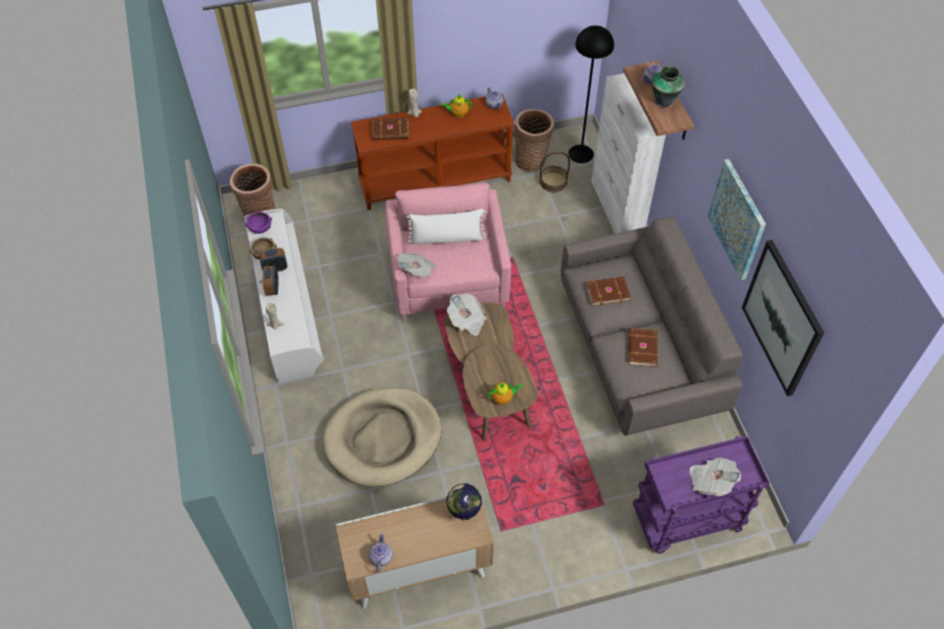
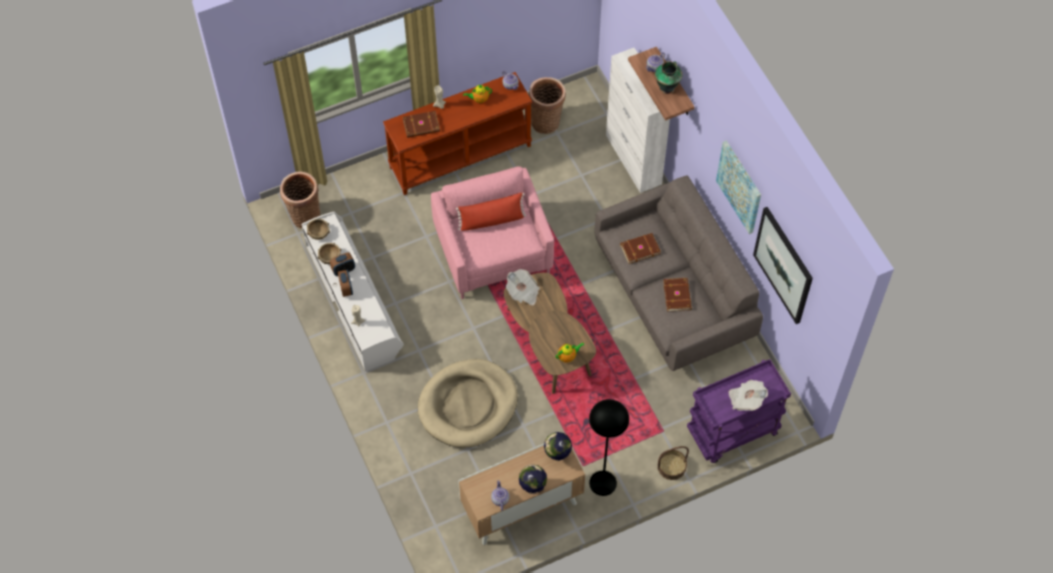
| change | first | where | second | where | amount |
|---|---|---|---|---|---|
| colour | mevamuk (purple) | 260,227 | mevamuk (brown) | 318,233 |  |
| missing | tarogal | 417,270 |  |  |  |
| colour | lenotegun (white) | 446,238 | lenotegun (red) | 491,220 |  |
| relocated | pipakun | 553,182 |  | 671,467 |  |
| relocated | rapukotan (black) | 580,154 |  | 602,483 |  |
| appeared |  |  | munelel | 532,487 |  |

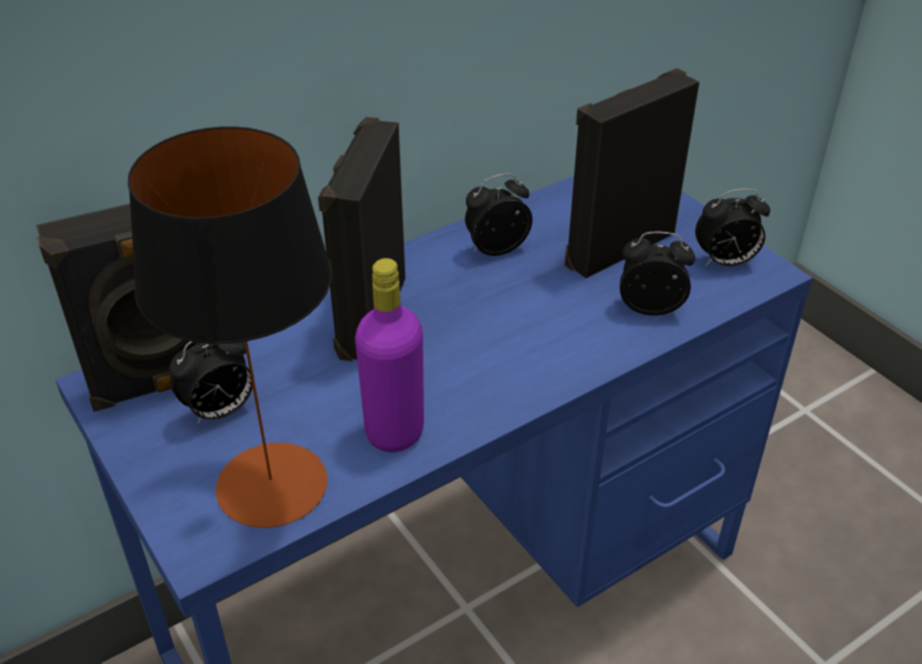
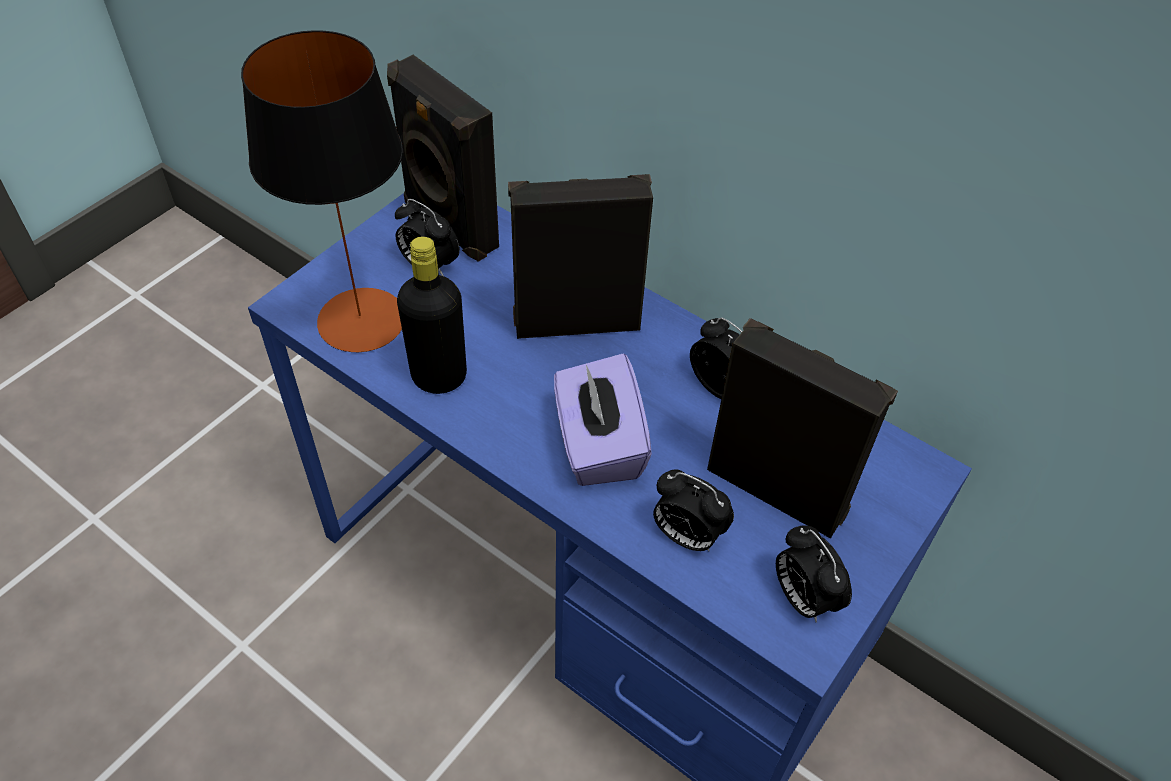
| change | first | where | second | where | amount |
|---|---|---|---|---|---|
| colour | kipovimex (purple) | 394,432 | kipovimex (black) | 439,377 |  |
| spun | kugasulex | 650,307 |  | 686,535 | 135 degrees clockwise |
| appeared |  |  | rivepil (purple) | 598,445 |  |

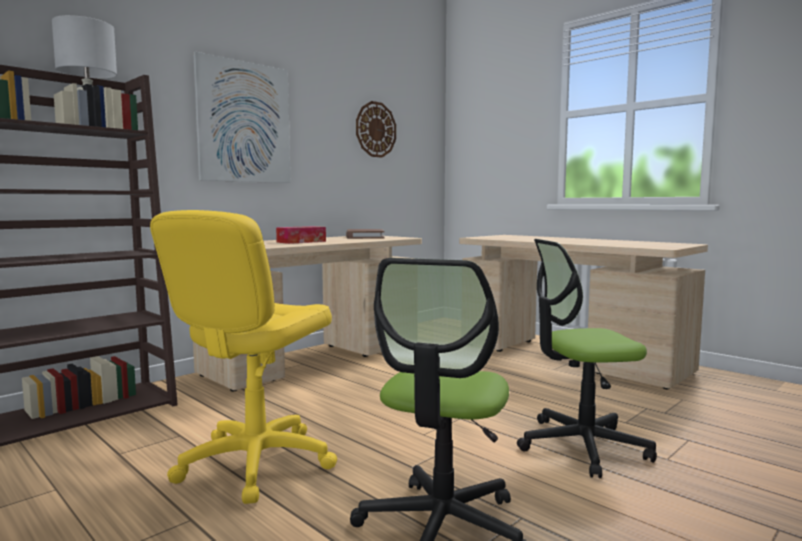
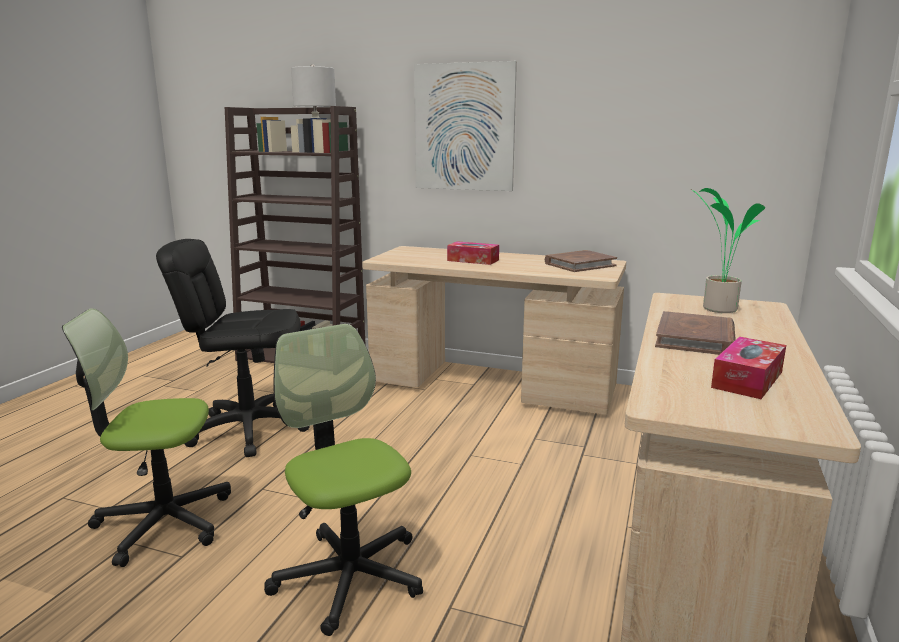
| change | first | where | second | where | amount |
|---|---|---|---|---|---|
| colour | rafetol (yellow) | 255,463 | rafetol (black) | 248,429 |  |
| missing | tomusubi | 375,129 |  |  |  |
| appeared |  |  | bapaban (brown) | 695,338 |  |
| appeared |  |  | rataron | 717,309 |  |
| appeared |  |  | rivepil | 747,379 |  |

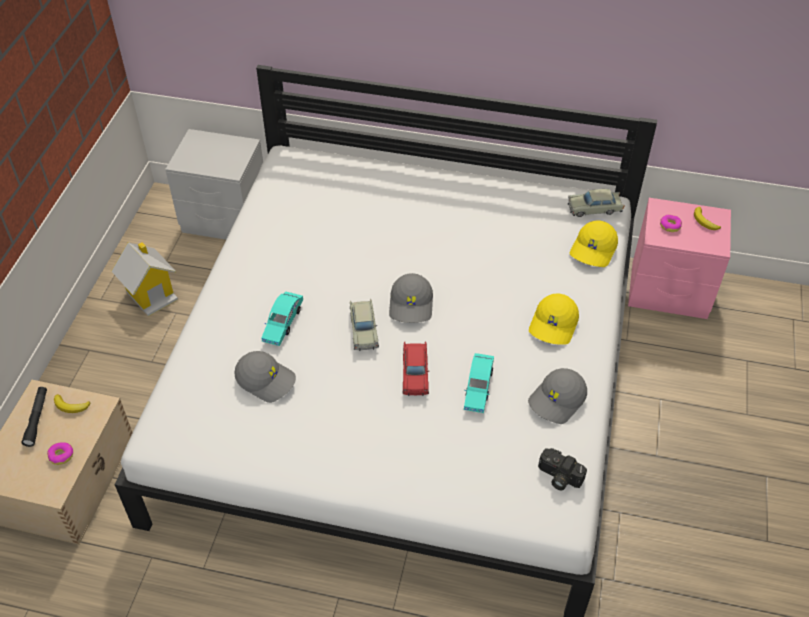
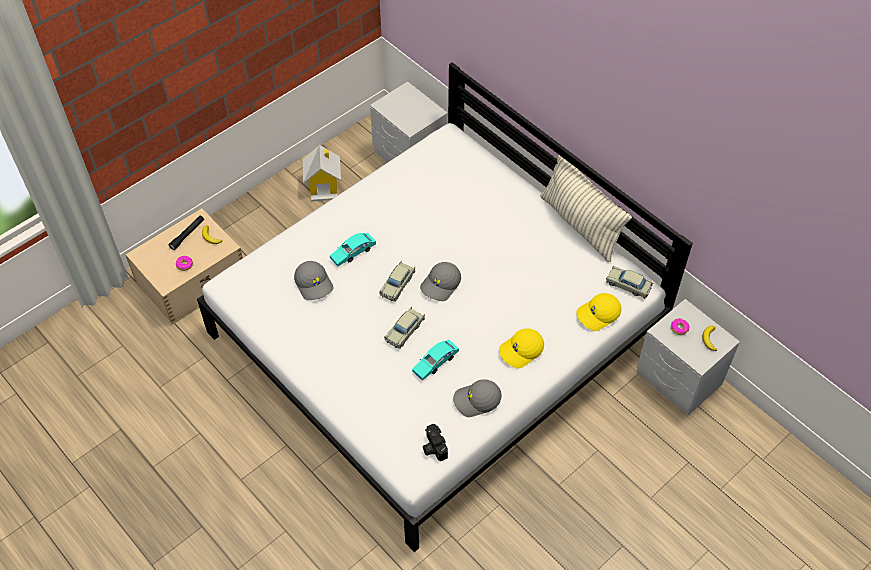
| change | first | where | second | where | amount |
|---|---|---|---|---|---|
| colour | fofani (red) | 415,373 | fofani (beige) | 405,331 |  |
| colour | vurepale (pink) | 668,291 | vurepale (grey) | 678,379 |  |
| appeared |  |  | lenotegun | 580,225 |  |

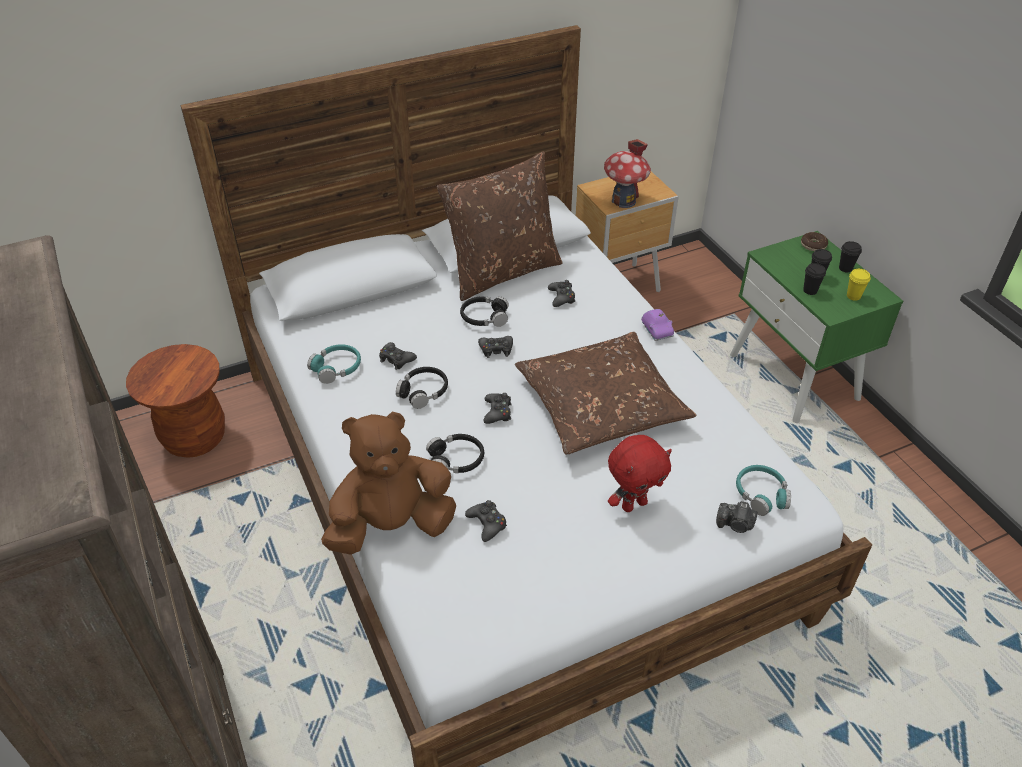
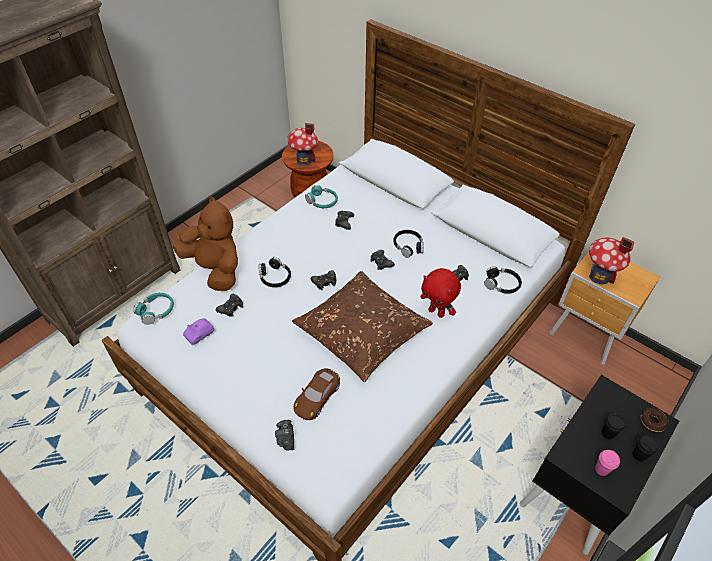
| change | first | where | second | where | amount |
|---|---|---|---|---|---|
| relocated | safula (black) | 423,392 |  | 502,284 |  |
| missing | lenotegun (brown) | 502,271 |  |  |  |
| relocated | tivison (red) | 633,504 |  | 437,312 |  |
| relocated | fofani (purple) | 657,330 |  | 200,335 |  |
| colour | vurepale (green) | 794,377 | vurepale (black) | 575,491 |  |
| relocated | safula (turquoise) | 761,494 |  | 156,311 |  |
| missing | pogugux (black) | 810,290 |  |  |  |
| colour | pogugux (yellow) | 853,296 | pogugux (pink) | 601,469 |  |
| appeared |  |  | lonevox | 304,160 |  |
| appeared |  |  | fofani (brown) | 317,396 |  |

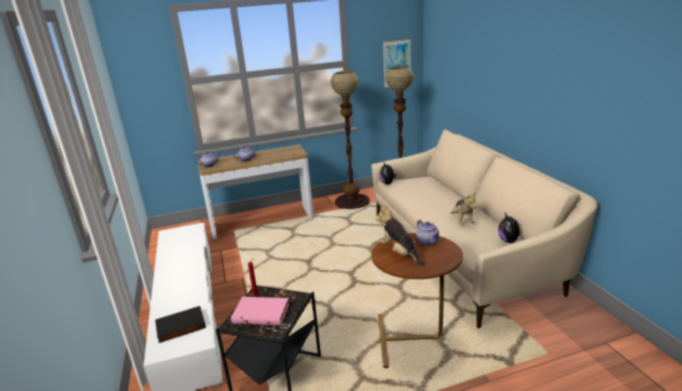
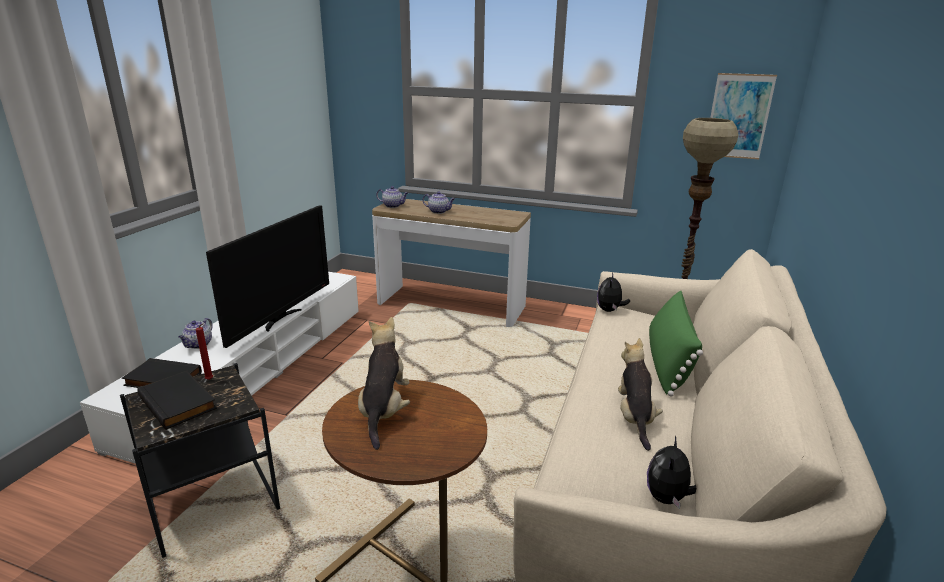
| change | first | where | second | where | amount |
|---|---|---|---|---|---|
| colour | bapaban (pink) | 262,313 | bapaban (black) | 180,402 |  |
| missing | rapukotan | 352,202 |  |  |  |
| relocated | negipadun | 427,242 |  | 198,345 |  |
| spun | tivison | 462,220 |  | 634,417 | 150 degrees clockwise |
| appeared |  |  | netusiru | 280,319 |  |
| appeared |  |  | lenotegun (green) | 668,362 |  |

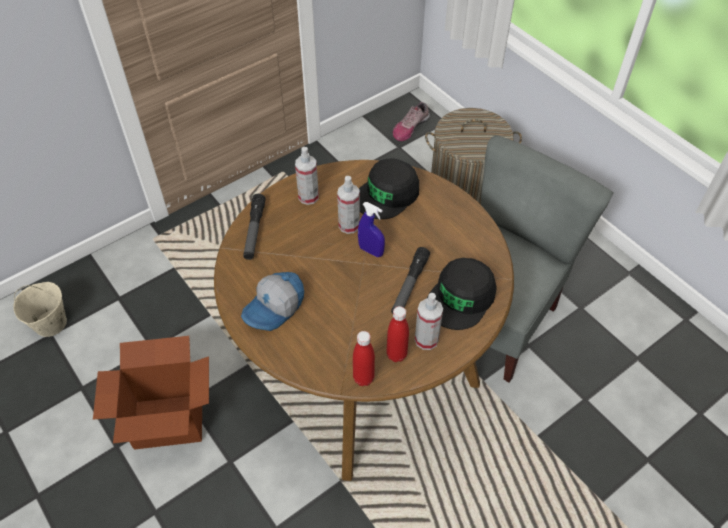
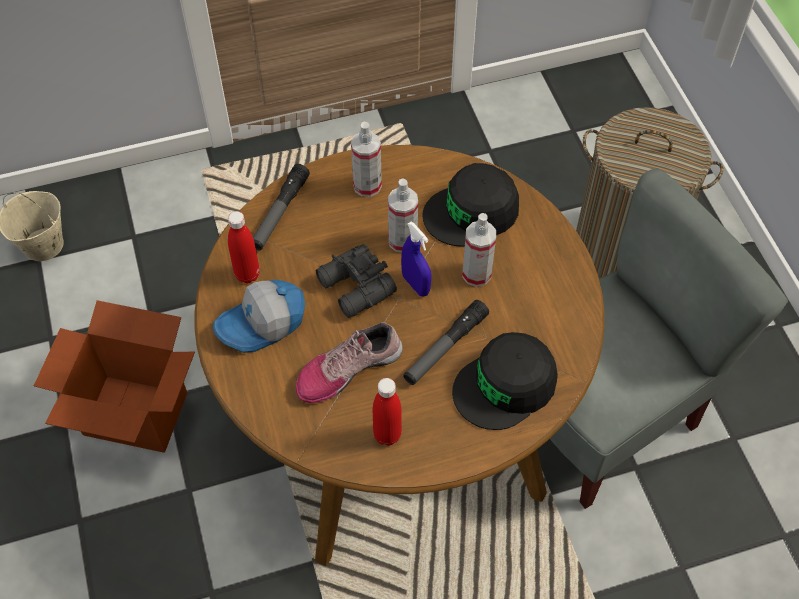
| change | first | where | second | where | amount |
|---|---|---|---|---|---|
| relocated | kipovimex (red) | 363,378 |  | 247,274 |  |
| relocated | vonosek | 410,127 |  | 348,368 |  |
| relocated | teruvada | 426,340 |  | 476,274 |  |
| appeared |  |  | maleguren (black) | 355,289 |  |

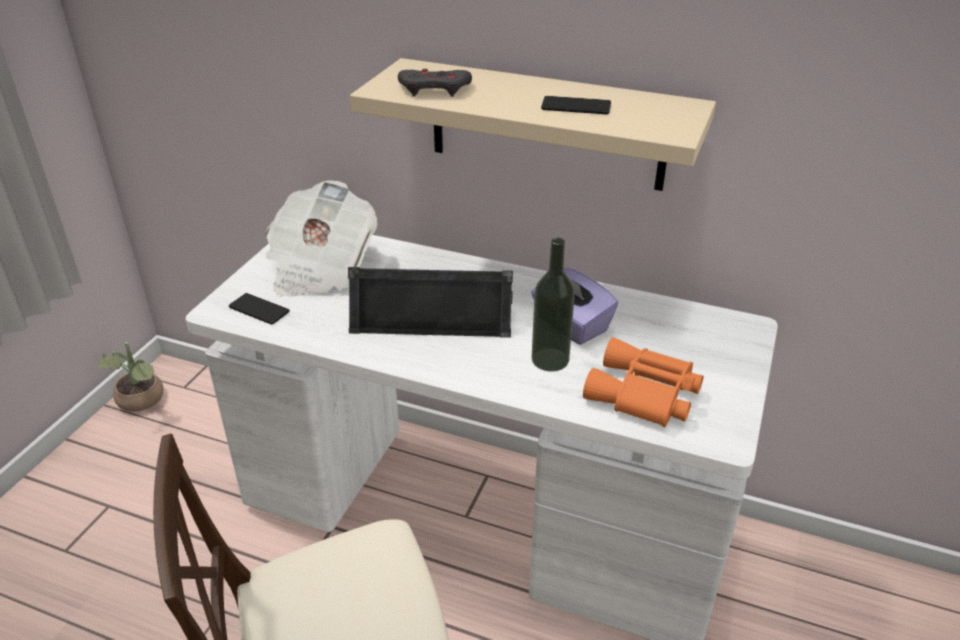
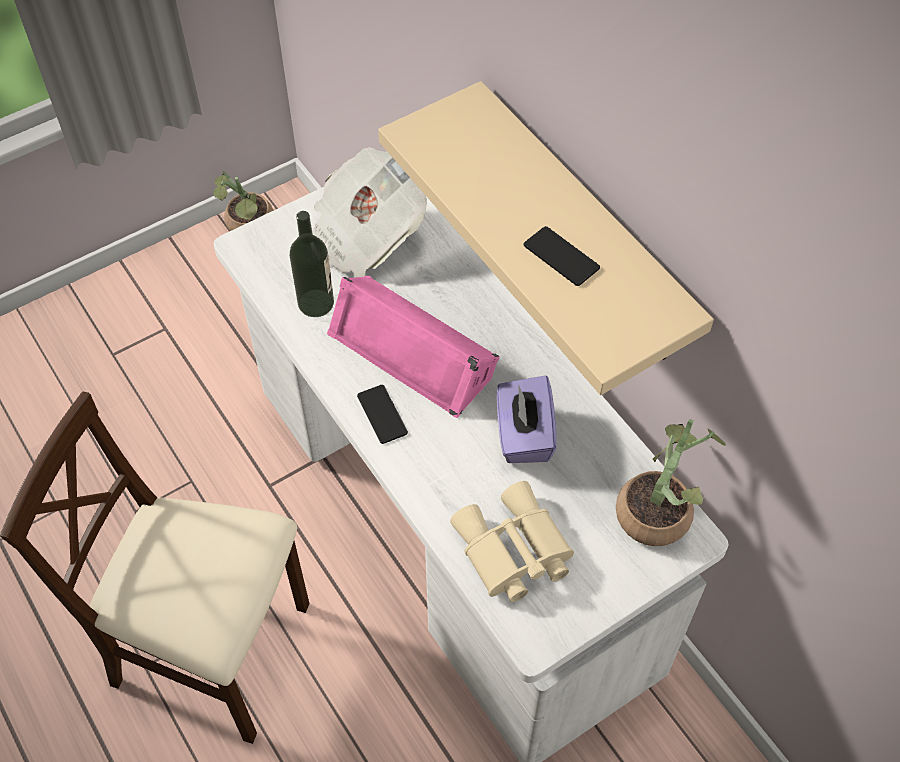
| change | first | where | second | where | amount |
|---|---|---|---|---|---|
| relocated | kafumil | 259,309 |  | 382,414 |  |
| colour | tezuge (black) | 432,314 | tezuge (pink) | 413,350 |  |
| missing | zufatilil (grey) | 434,89 |  |  |  |
| relocated | kipovimex | 550,359 |  | 316,303 |  |
| colour | maleguren (orange) | 644,395 | maleguren (beige) | 512,552 |  |
| appeared |  |  | rataron | 659,509 |  |

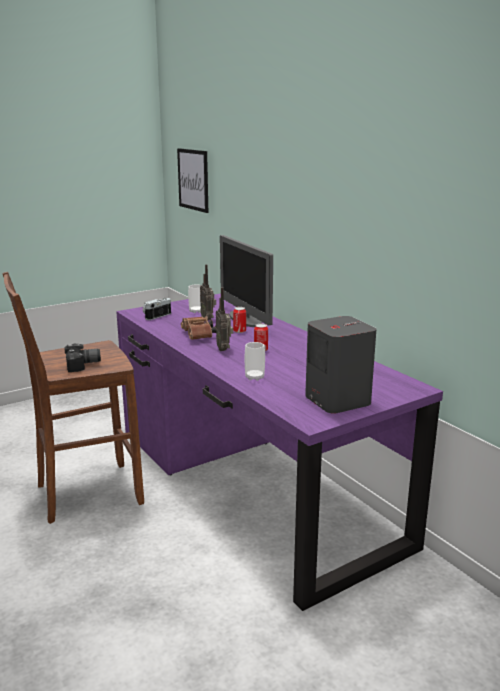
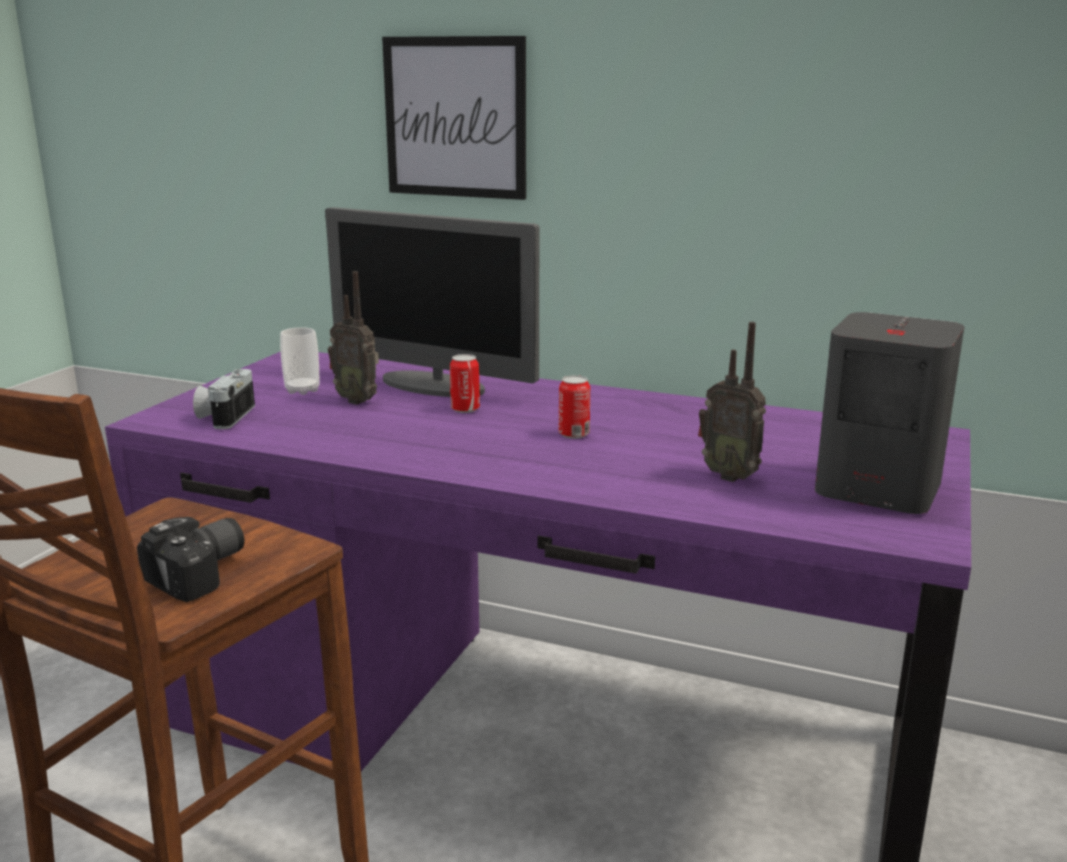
| change | first | where | second | where | amount |
|---|---|---|---|---|---|
| relocated | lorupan | 193,179 |  | 455,118 |  |
| missing | maleguren (brown) | 199,336 |  |  |  |
| relocated | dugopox | 224,349 |  | 730,475 |  |
| missing | pogugux | 254,377 |  |  |  |

